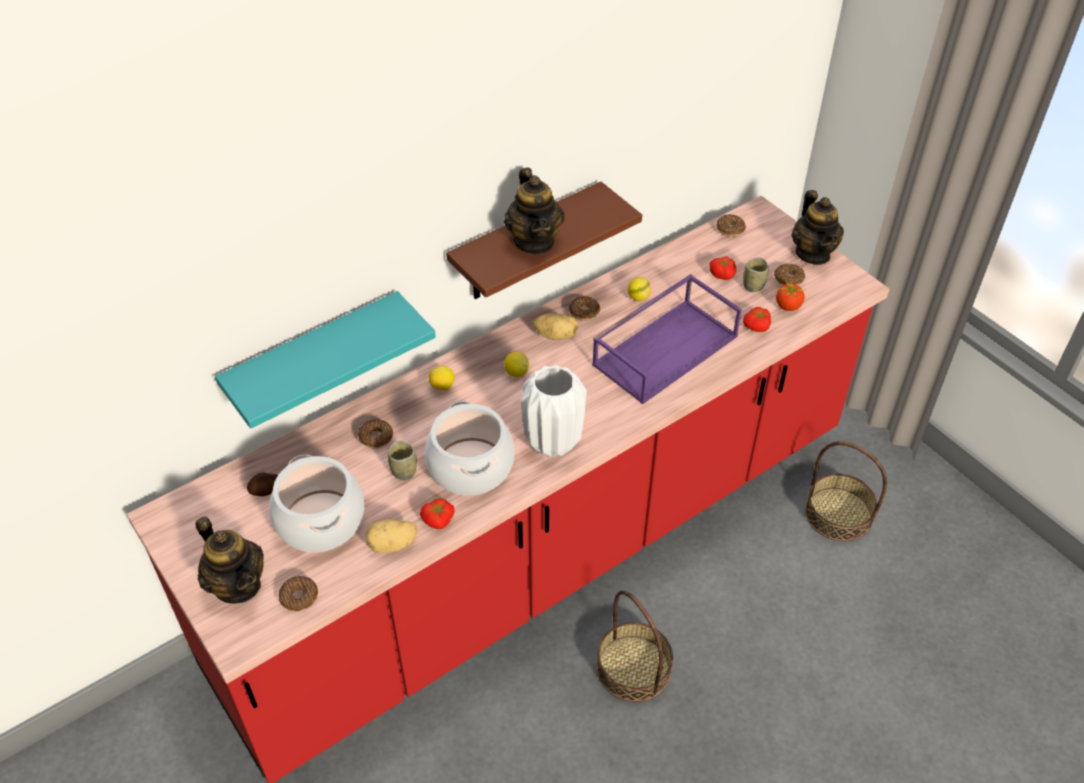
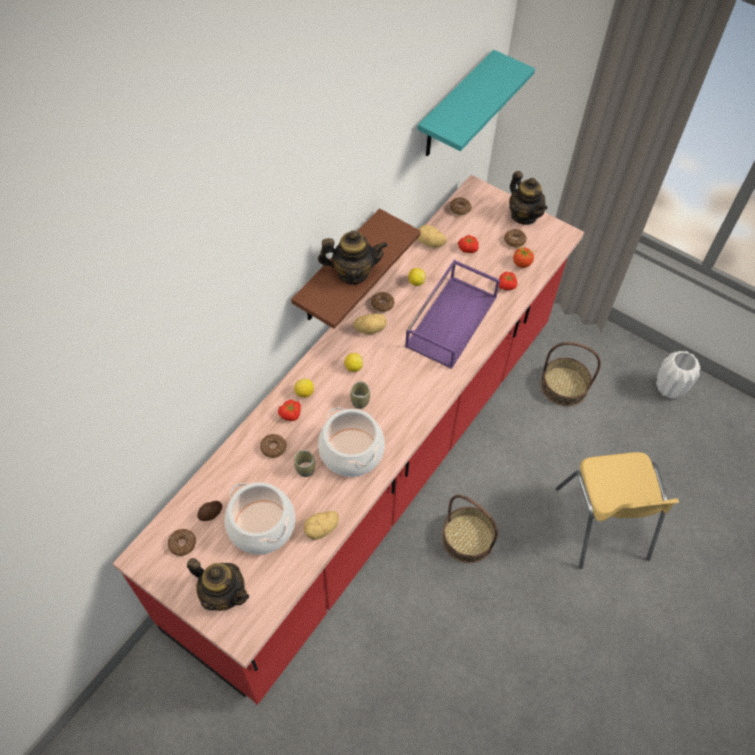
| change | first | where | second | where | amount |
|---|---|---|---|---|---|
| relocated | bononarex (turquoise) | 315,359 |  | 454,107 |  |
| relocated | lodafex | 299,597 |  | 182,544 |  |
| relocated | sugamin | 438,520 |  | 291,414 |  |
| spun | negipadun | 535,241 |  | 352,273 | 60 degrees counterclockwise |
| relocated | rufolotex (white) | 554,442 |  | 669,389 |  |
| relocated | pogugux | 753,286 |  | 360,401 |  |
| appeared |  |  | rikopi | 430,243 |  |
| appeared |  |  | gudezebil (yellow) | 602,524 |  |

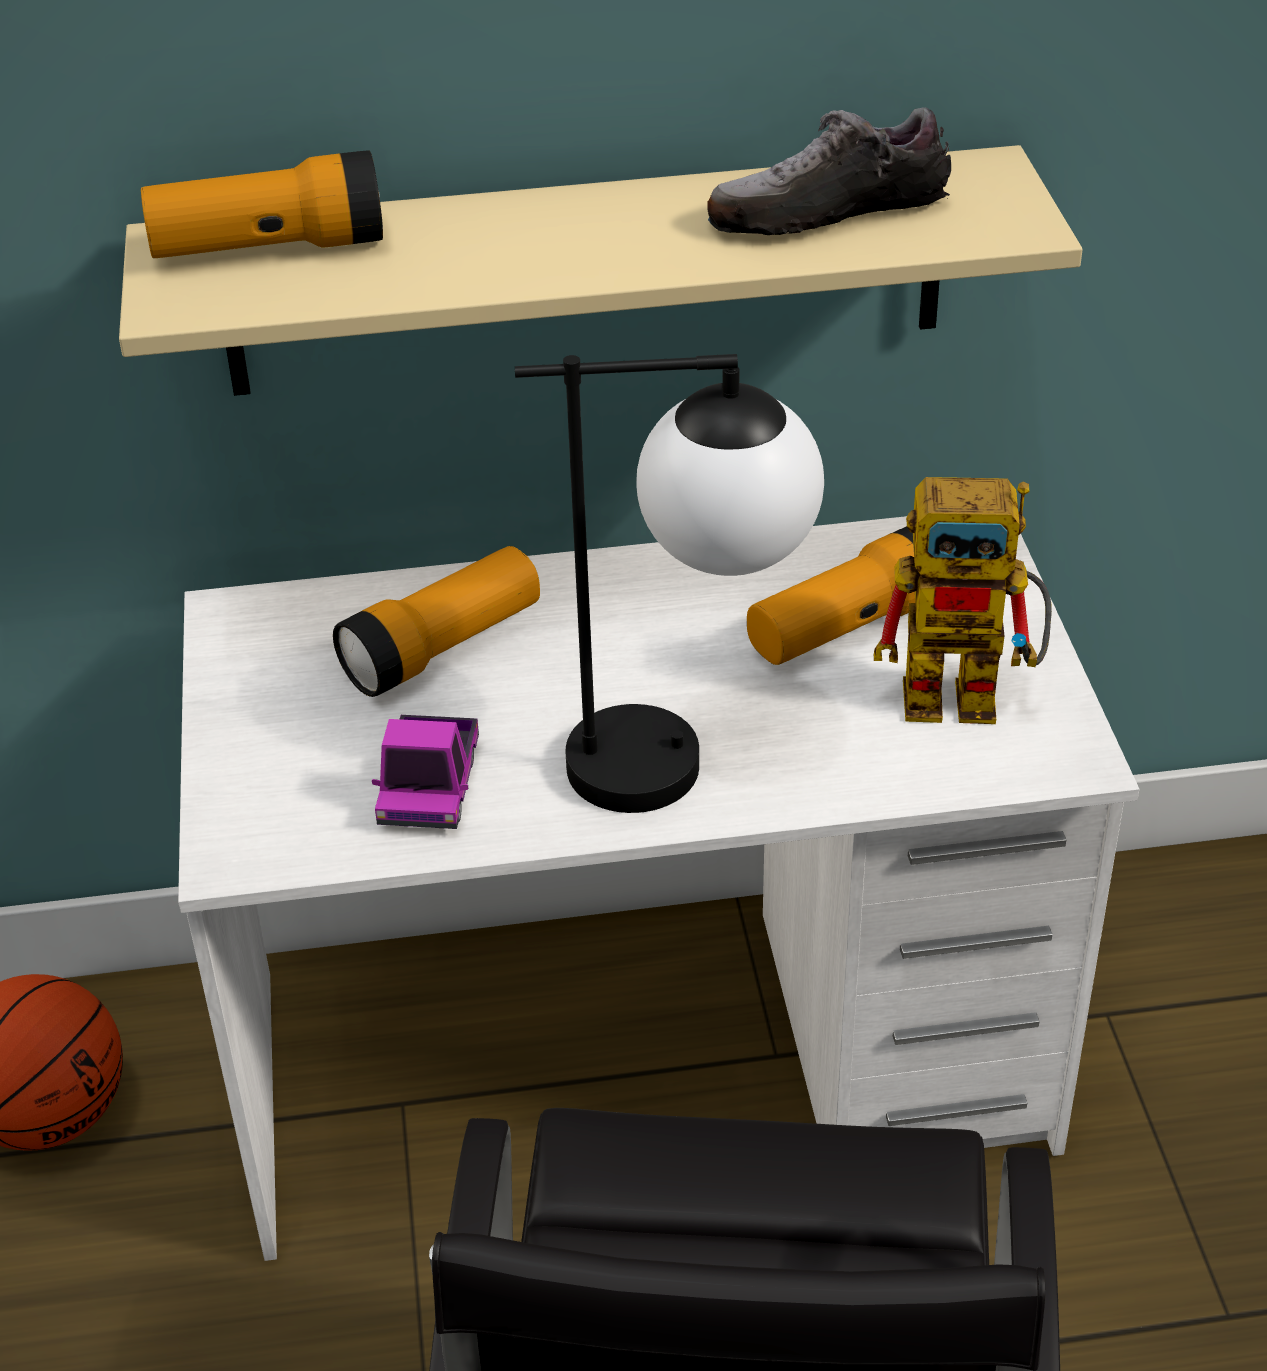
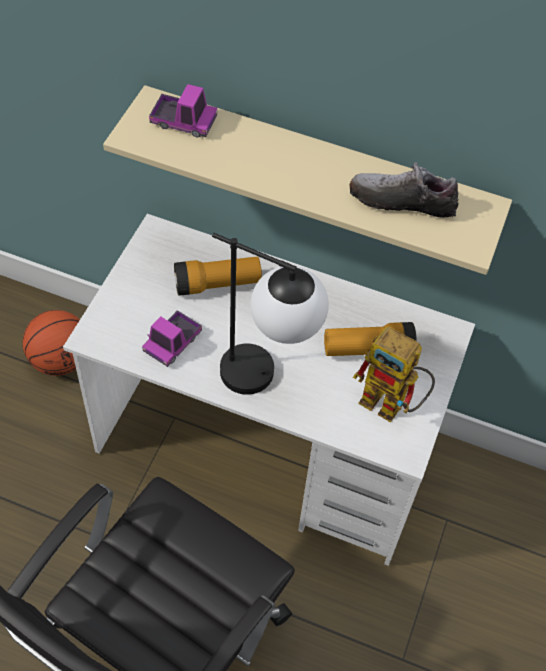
| change | first | where | second | where | amount |
|---|---|---|---|---|---|
| exchanged | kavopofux | 269,249 | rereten | 183,122 |  |

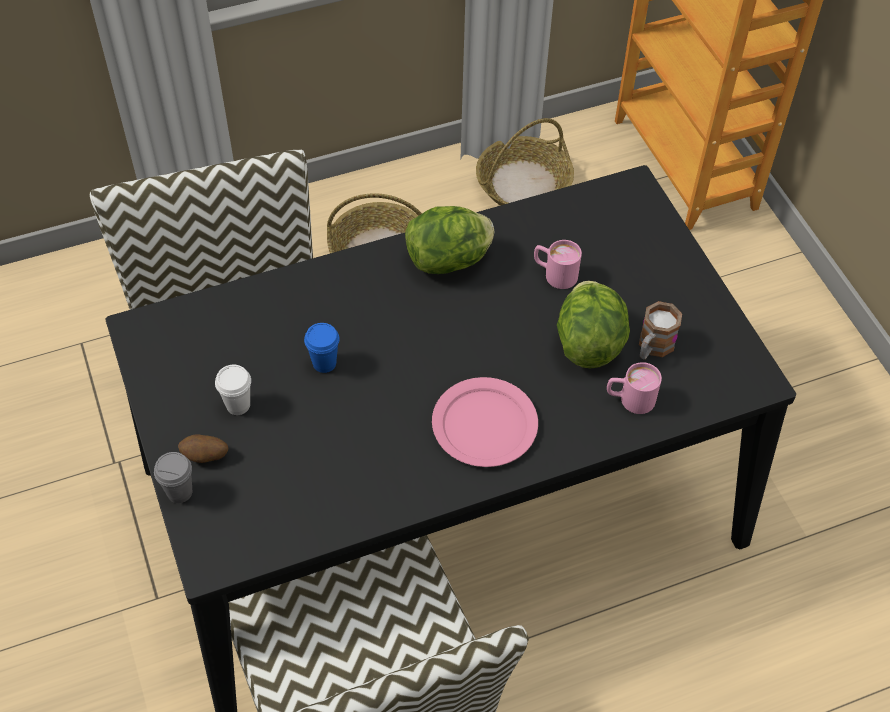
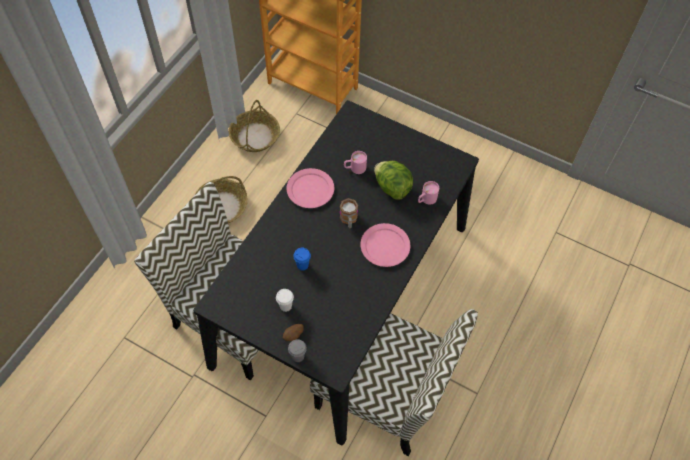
| change | first | where | second | where | amount |
|---|---|---|---|---|---|
| exchanged | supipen | 449,260 | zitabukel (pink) | 310,190 |  |
| relocated | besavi | 652,347 |  | 349,220 |  |

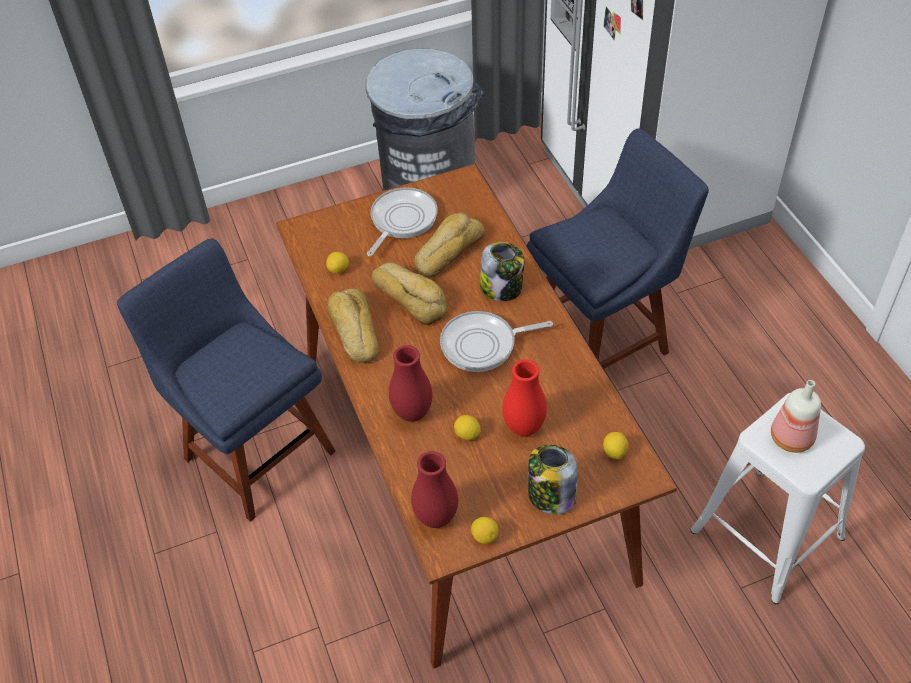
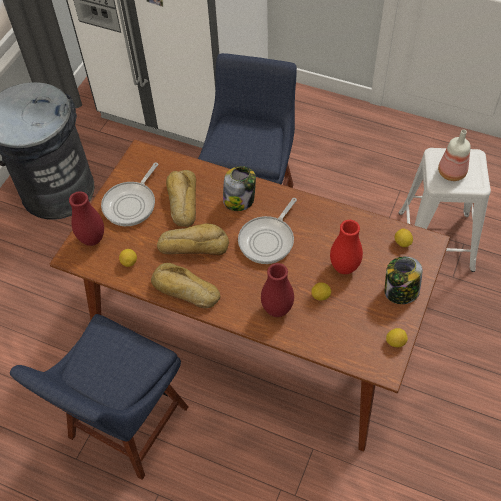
| change | first | where | second | where | amount |
|---|---|---|---|---|---|
| spun | gudezebil (blue) | 254,450 |  | 125,427 | 60 degrees counterclockwise |
| spun | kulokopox | 401,220 |  | 131,204 | 135 degrees counterclockwise |
| relocated | rufolotex (red) | 436,517 |  | 92,239 |  |

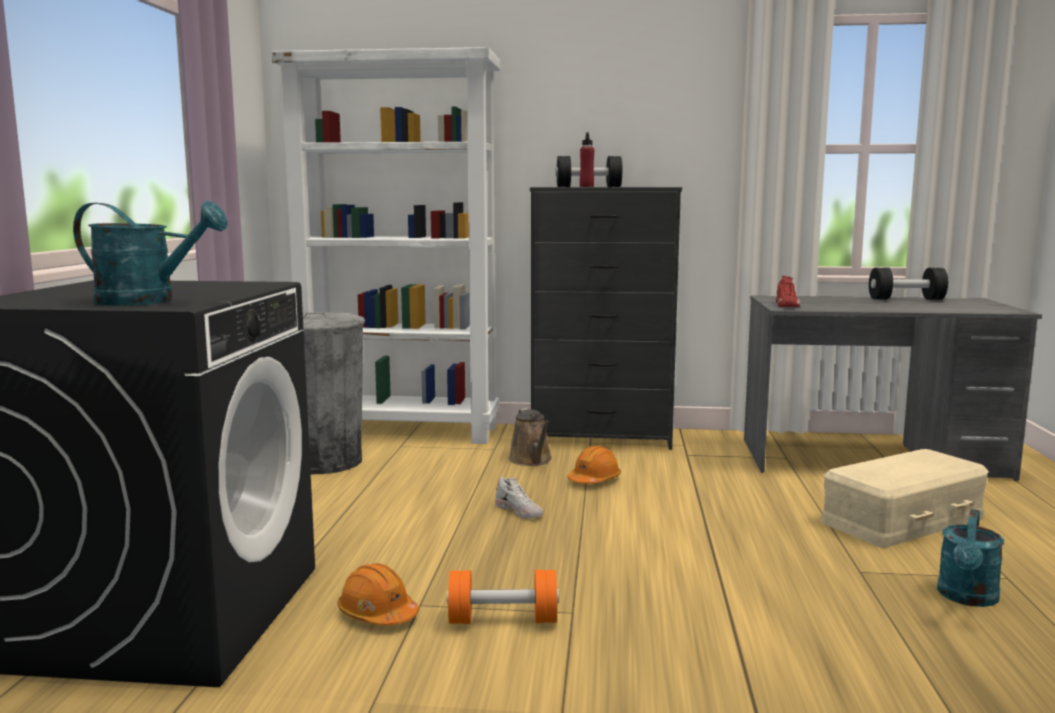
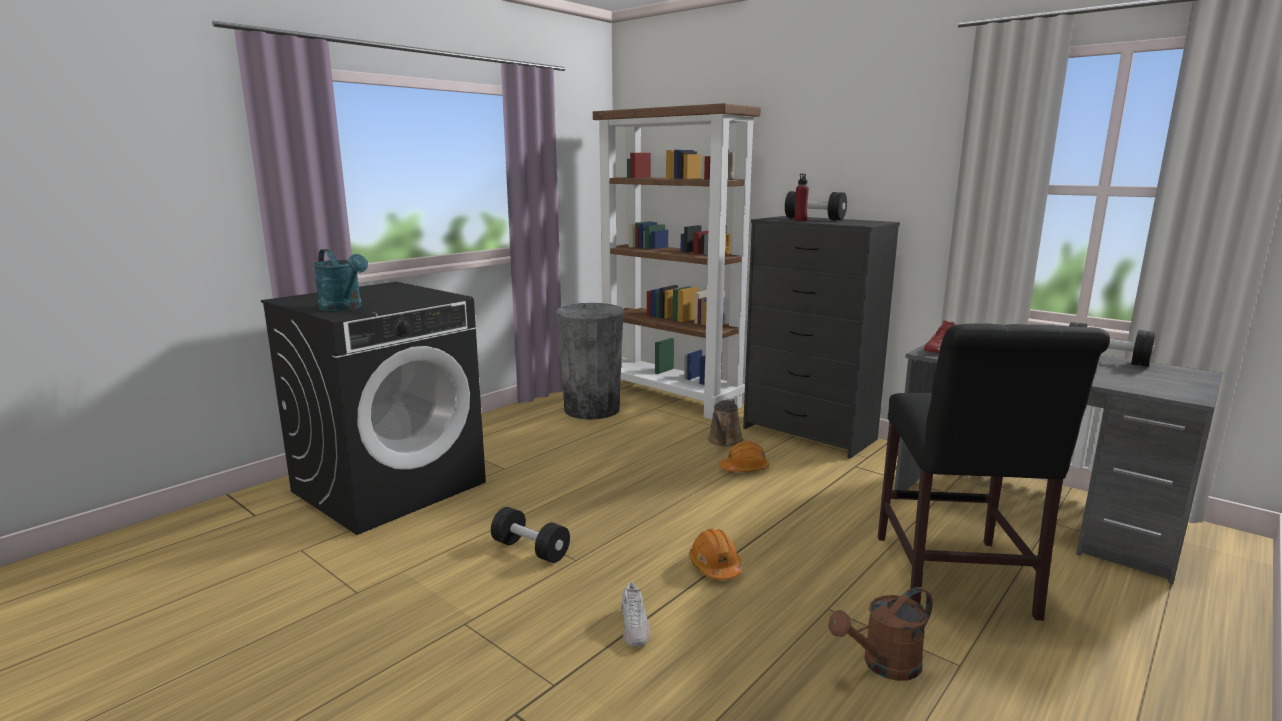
| change | first | where | second | where | amount |
|---|---|---|---|---|---|
| colour | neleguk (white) | 402,432 | neleguk (brown) | 671,397 |  |
| relocated | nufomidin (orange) | 377,614 |  | 715,566 |  |
| colour | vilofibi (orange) | 503,620 | vilofibi (black) | 530,550 |  |
| relocated | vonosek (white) | 519,511 |  | 635,627 |  |
| exchanged | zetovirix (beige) | 903,520 | gudezebil (black) | 954,580 |  |
| colour | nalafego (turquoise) | 967,598 | nalafego (brown) | 883,665 |  |

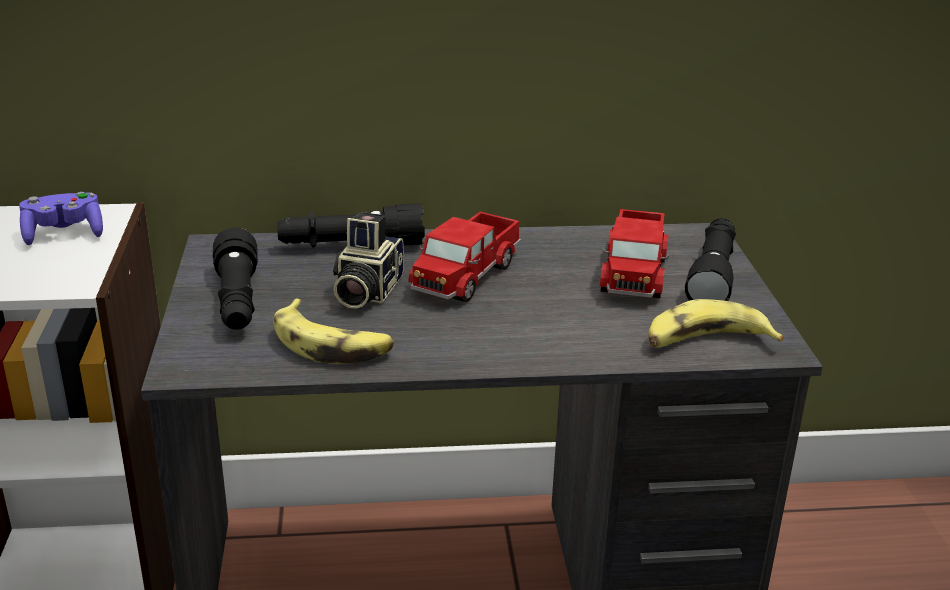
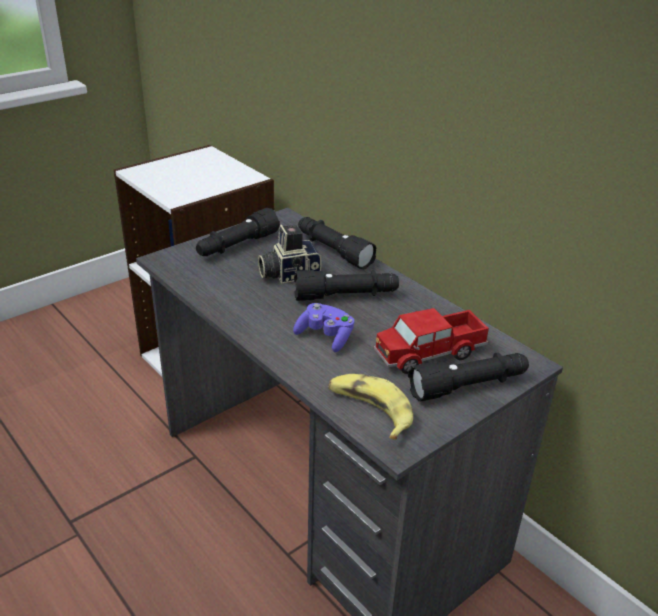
| change | first | where | second | where | amount |
|---|---|---|---|---|---|
| relocated | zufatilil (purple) | 64,234 |  | 325,337 |  |
| missing | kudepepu | 332,344 |  |  |  |
| exchanged | rereten | 466,275 | kavopofux (black) | 346,296 |  |

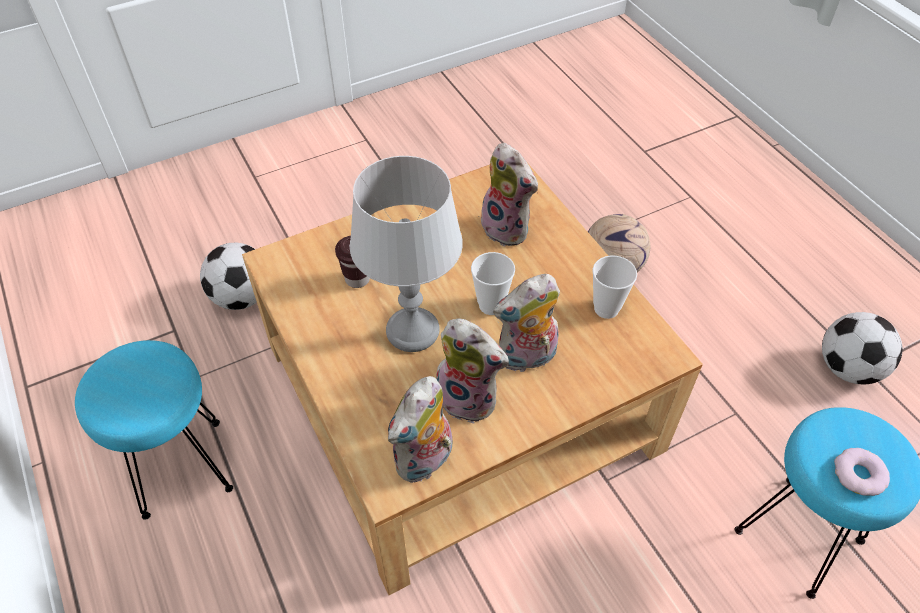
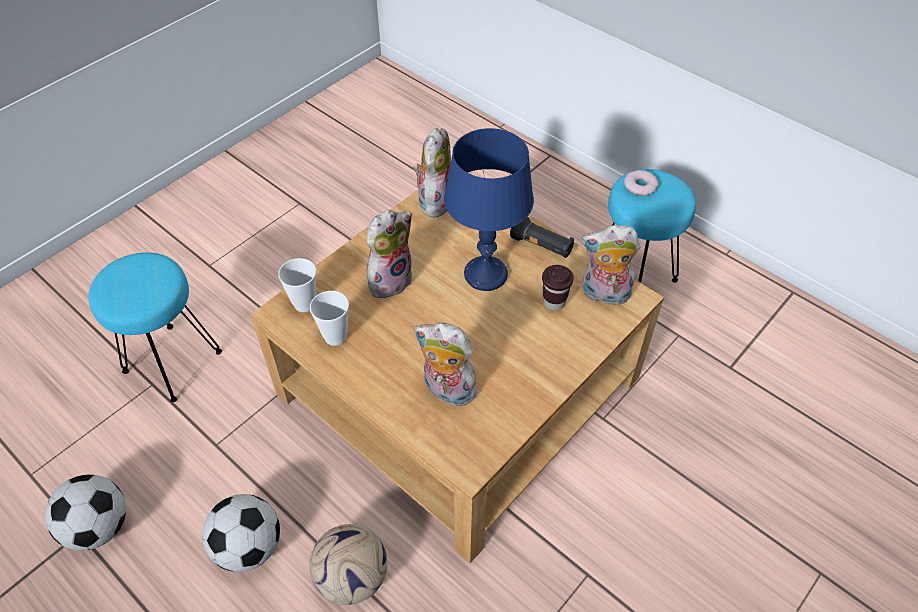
| change | first | where | second | where | amount |
|---|---|---|---|---|---|
| relocated | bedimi | 242,297 |  | 249,547 |  |
| colour | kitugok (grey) | 412,331 | kitugok (blue) | 486,274 |  |
| relocated | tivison | 470,398 |  | 604,295 |  |
| relocated | pogugux | 491,305 |  | 304,304 |  |
| relocated | lodafex | 858,475 |  | 640,186 |  |
| appeared |  |  | kavopofux (black) | 541,246 |  |

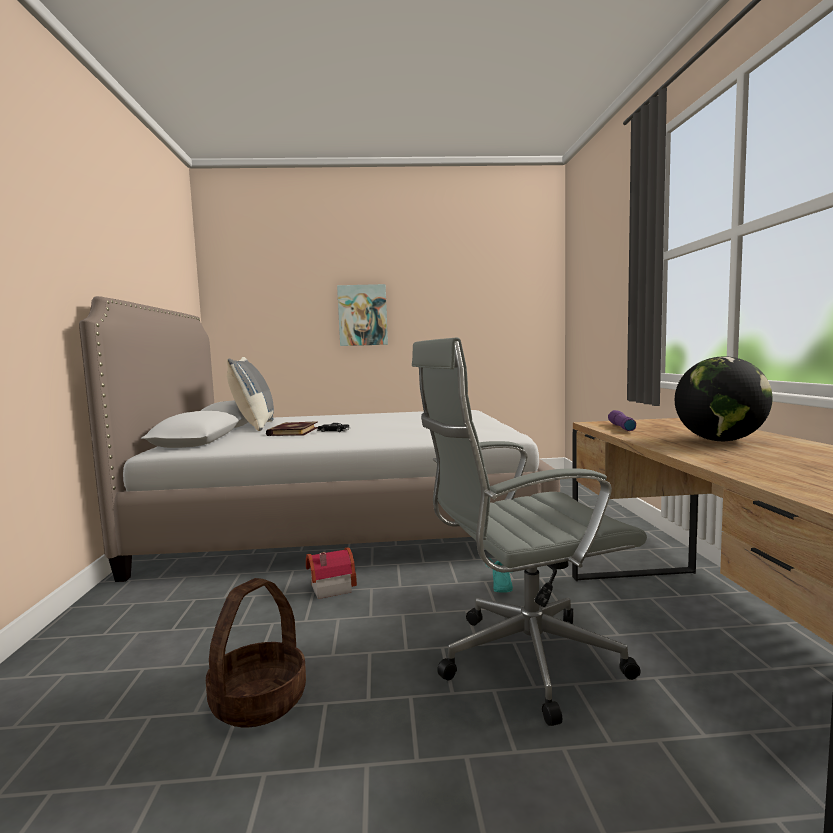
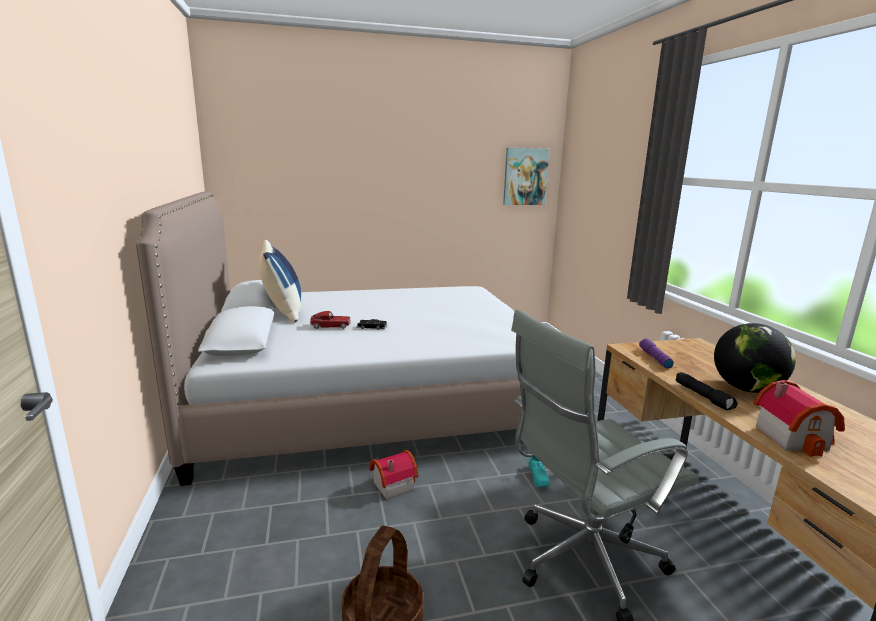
| change | first | where | second | where | amount |
|---|---|---|---|---|---|
| colour | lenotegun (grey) | 254,426 | lenotegun (blue) | 282,312 |  |
| exchanged | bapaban | 292,431 | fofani | 330,326 |  |
| relocated | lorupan | 362,315 |  | 525,176 |  |
| appeared |  |  | kavopofux (black) | 703,396 |  |
| appeared |  |  | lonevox | 793,437 |  |

